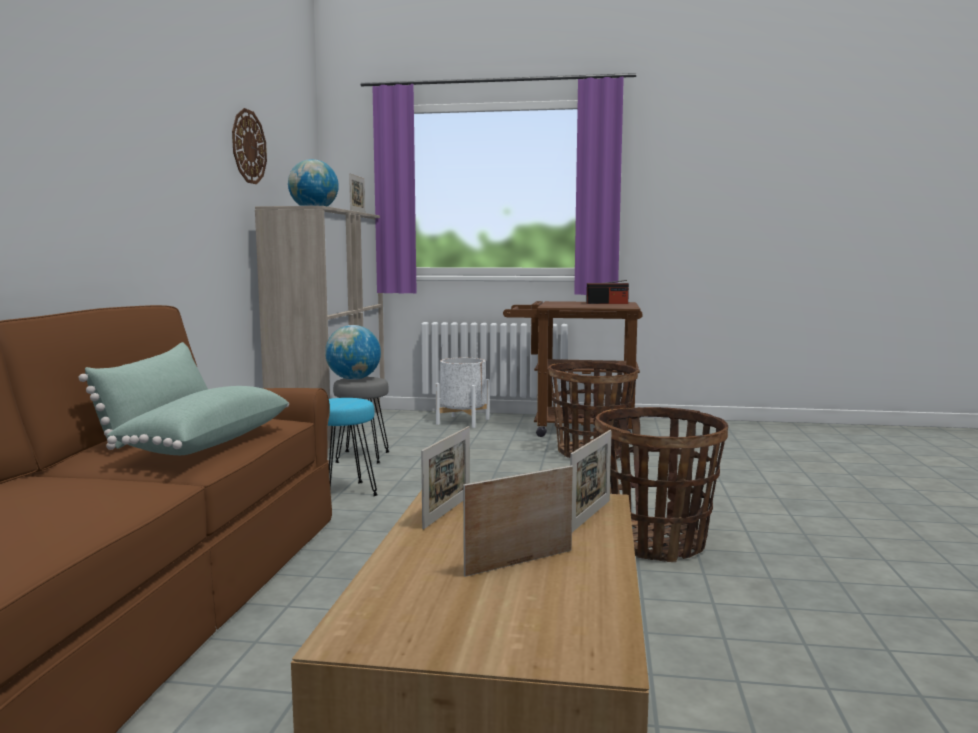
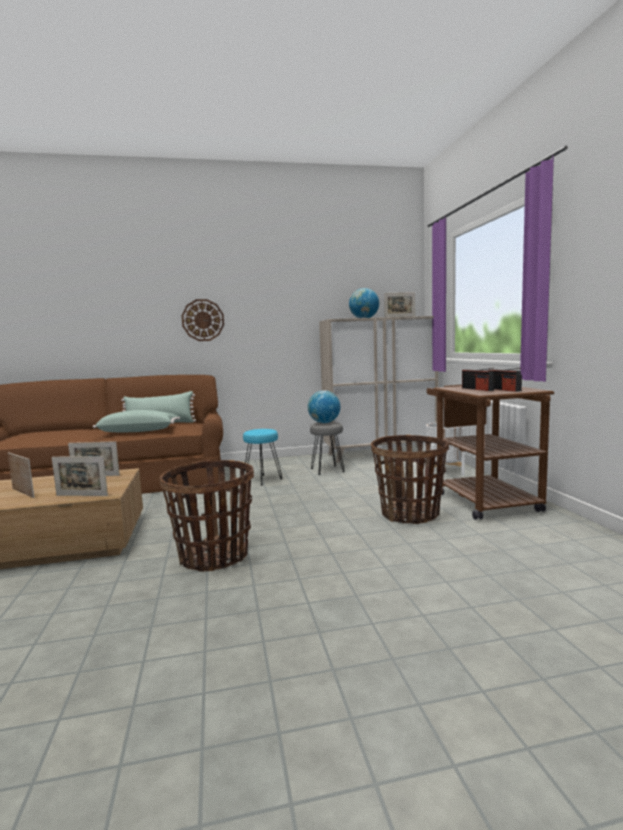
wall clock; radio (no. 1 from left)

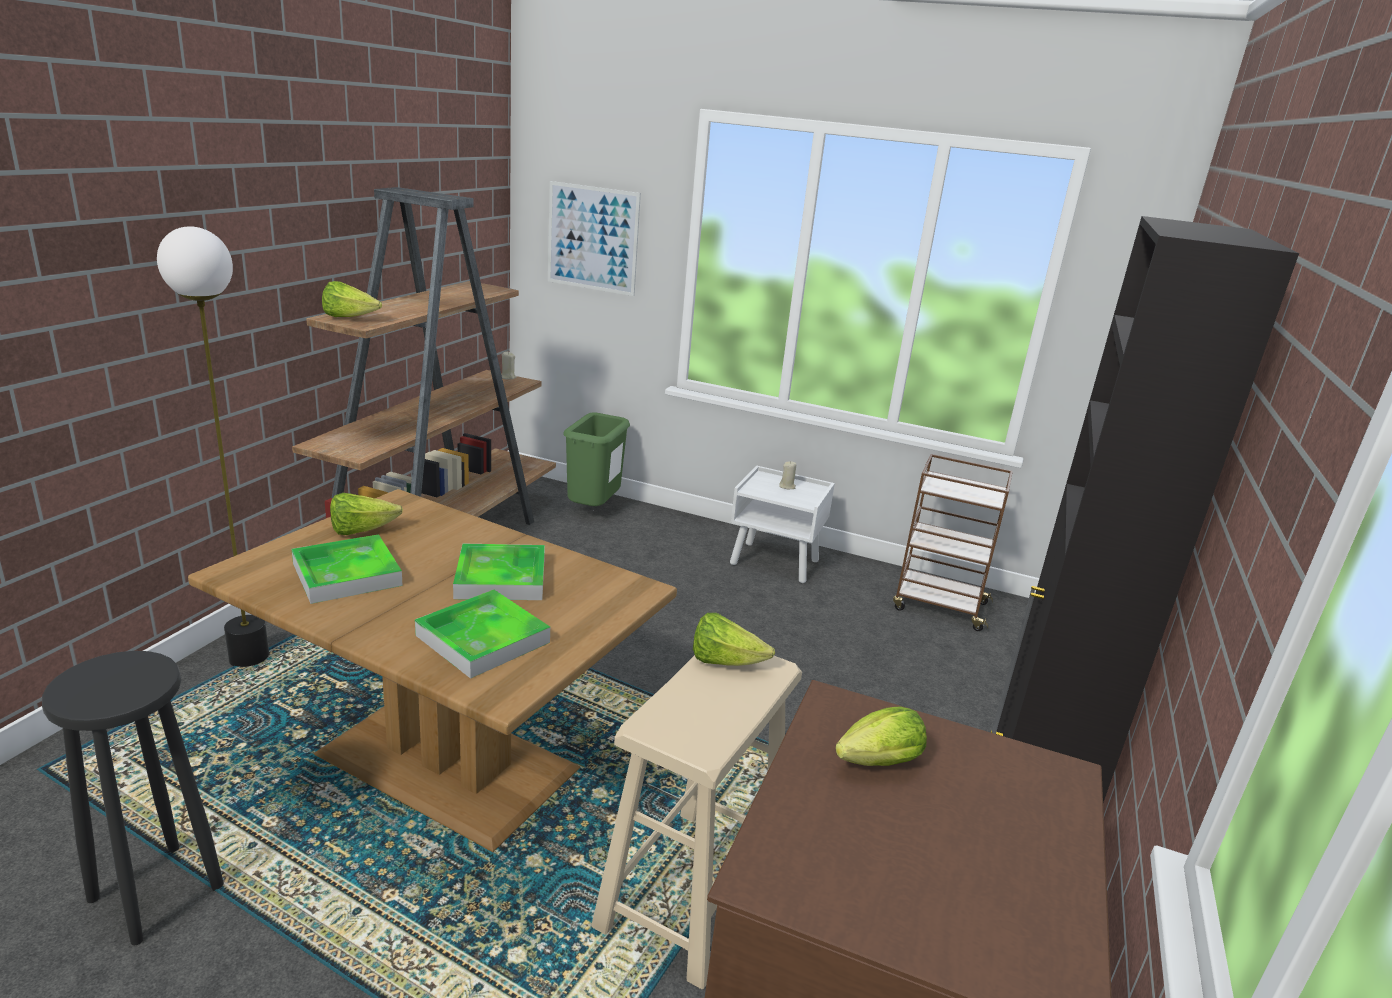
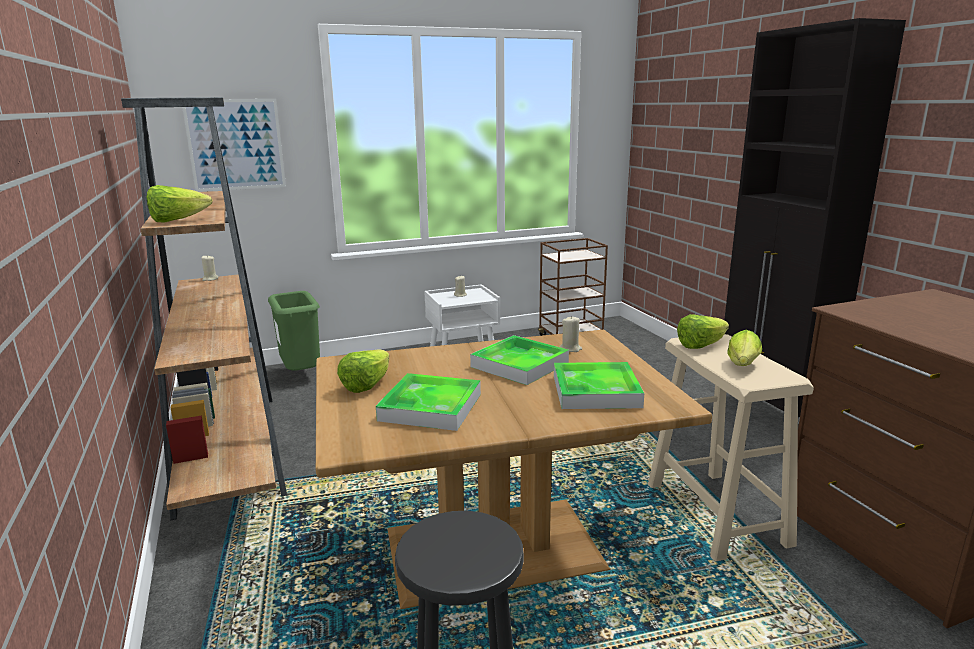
floor lamp; lettuce (no. 4 from left); beige candle (no. 3 from left)

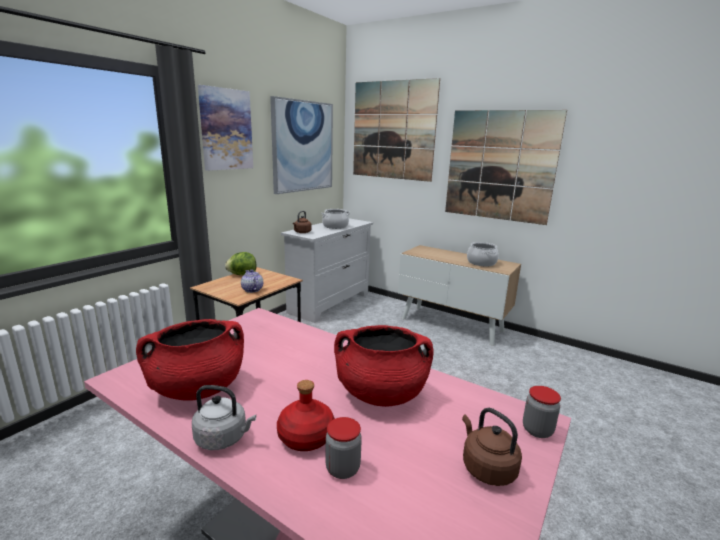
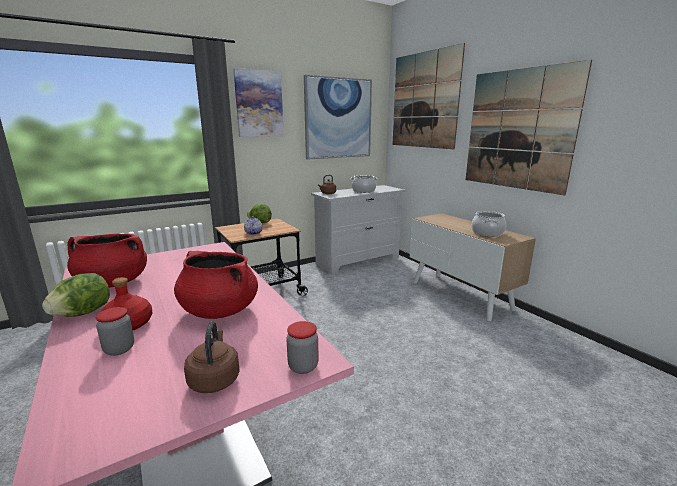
lettuce (no. 1 from left)

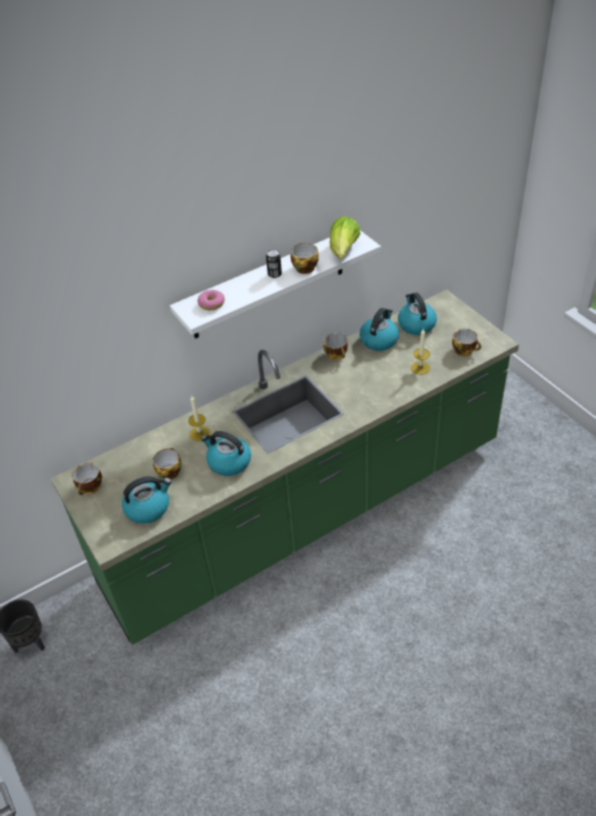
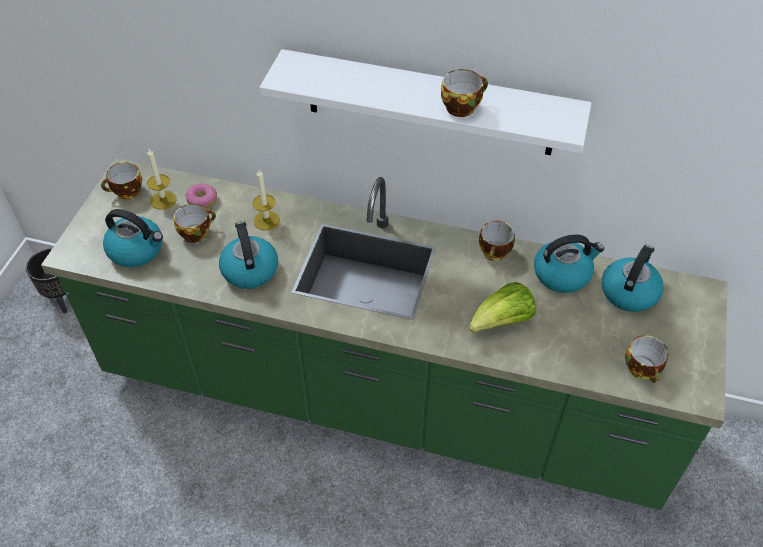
donut; can; lettuce; candle (no. 1 from left)

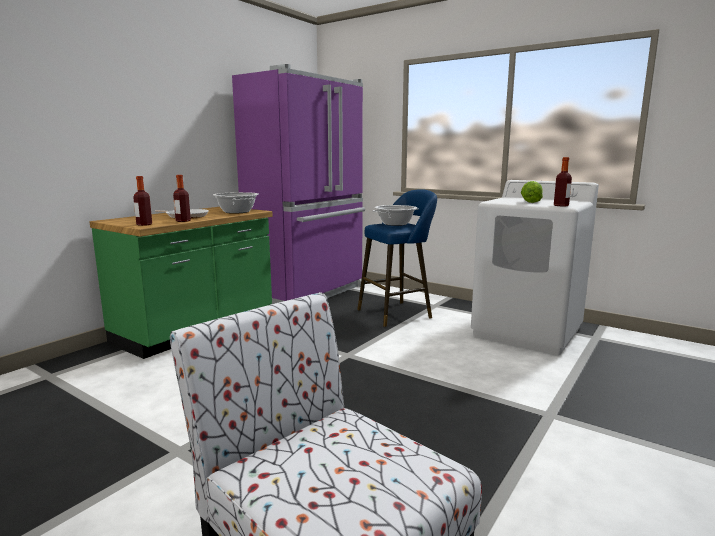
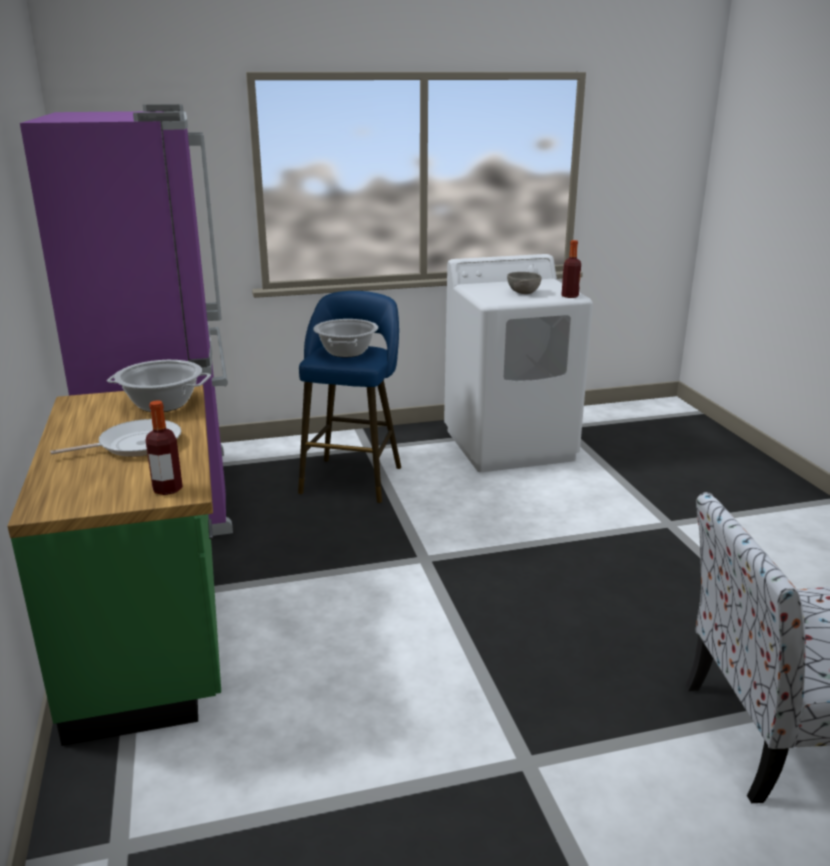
bottle (no. 2 from left in the first image); grey bowl

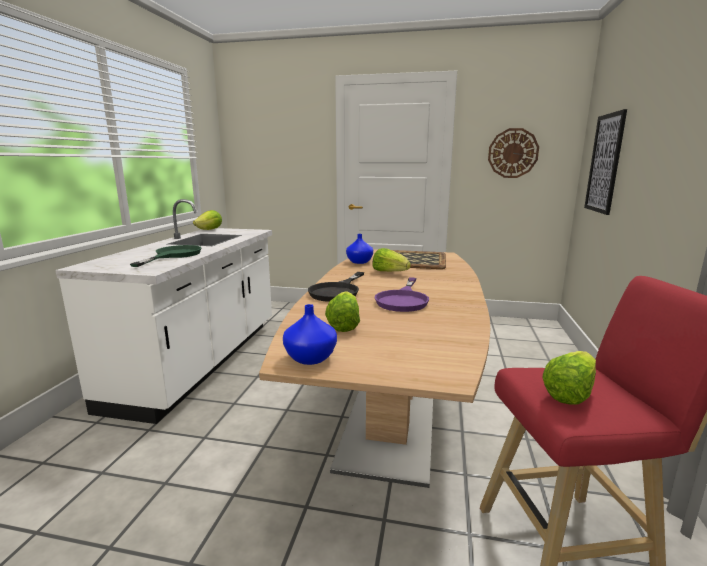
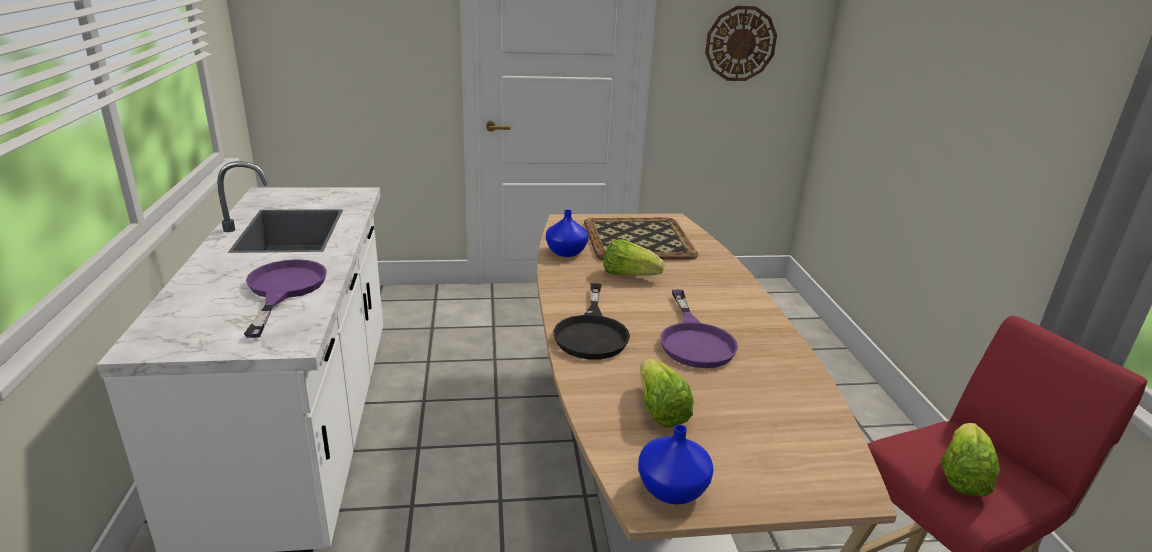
purple frying pan (no. 1 from left); lettuce (no. 1 from left in the first image); picture

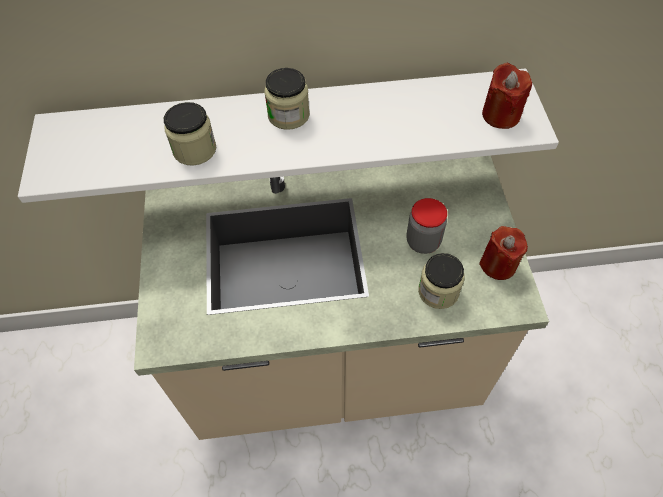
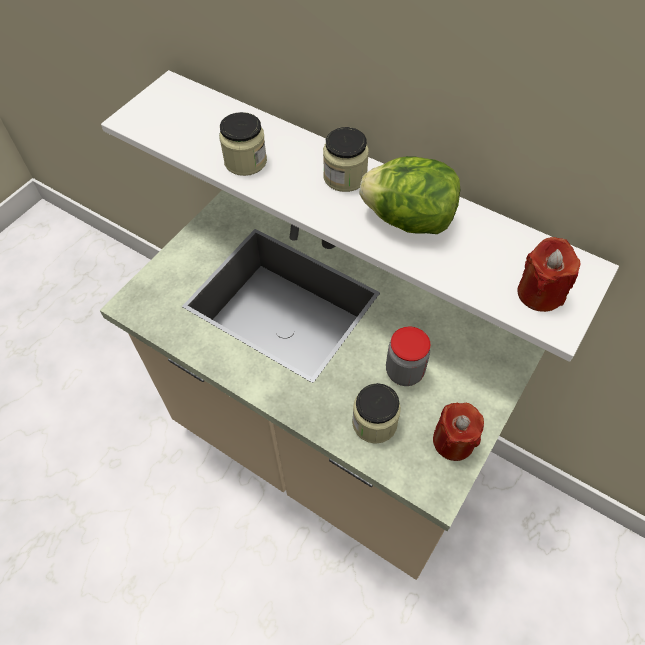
lettuce

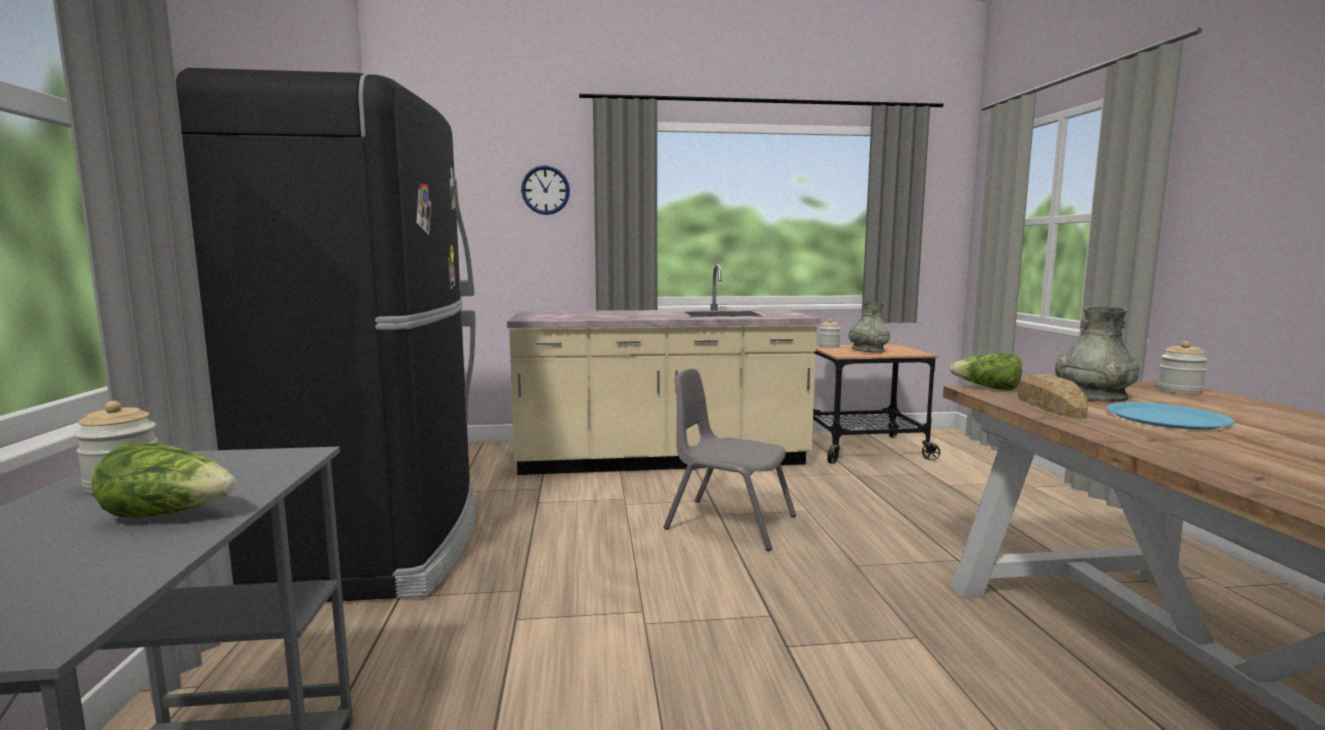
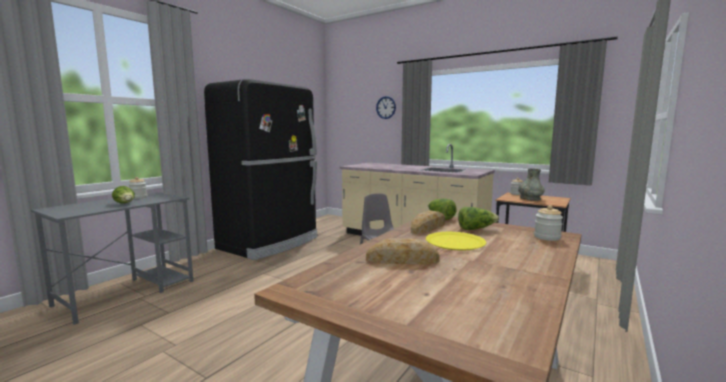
lettuce (no. 3 from left); yellow plate; bread (no. 1 from left)

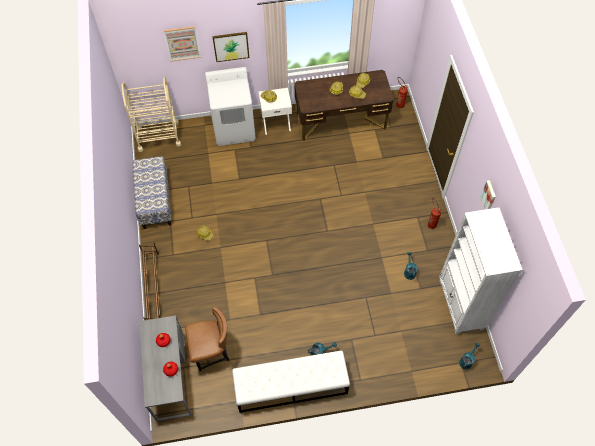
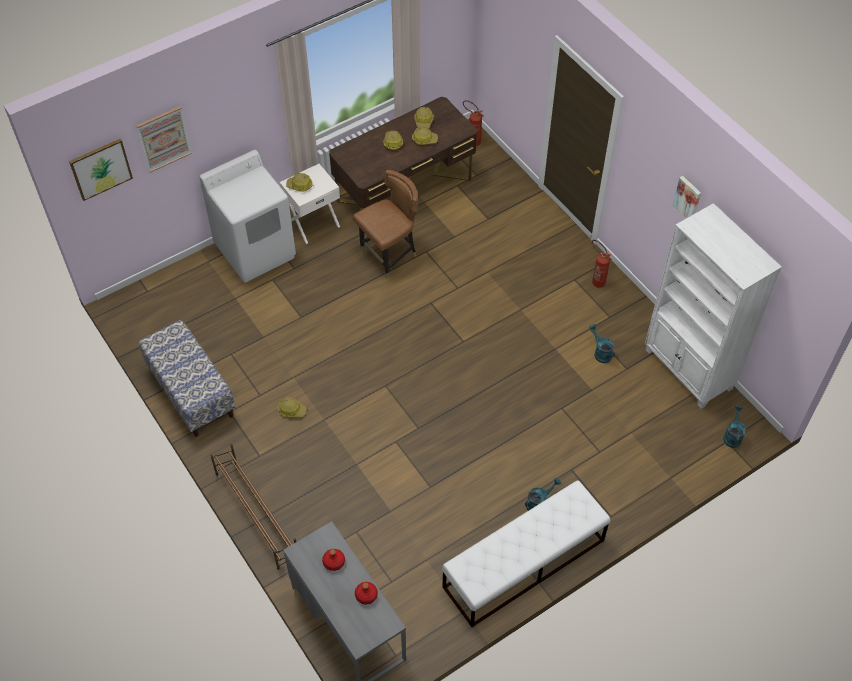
beige cart; brown chair; picture (no. 1 from left)

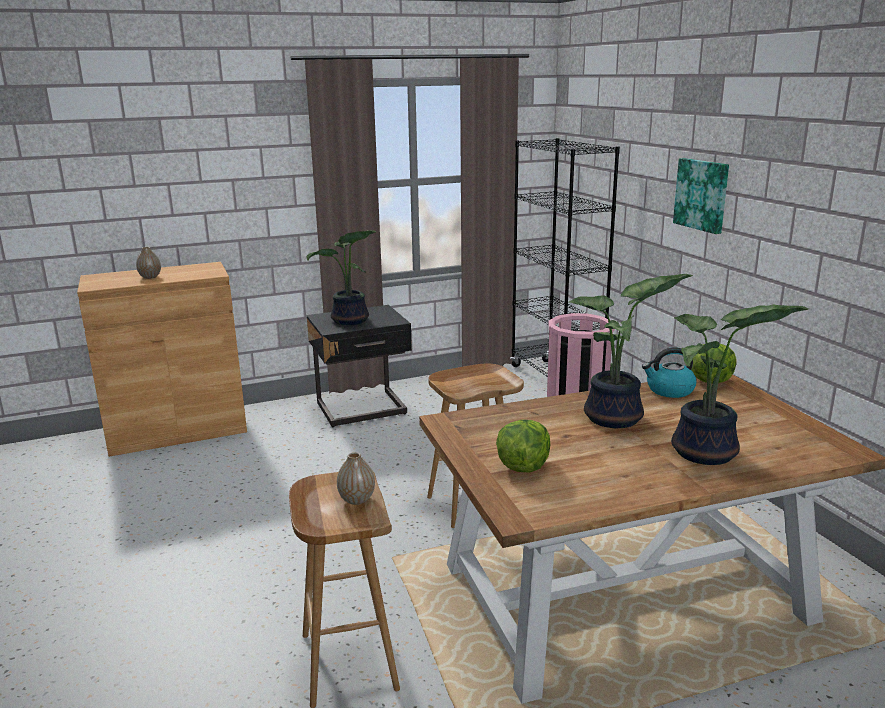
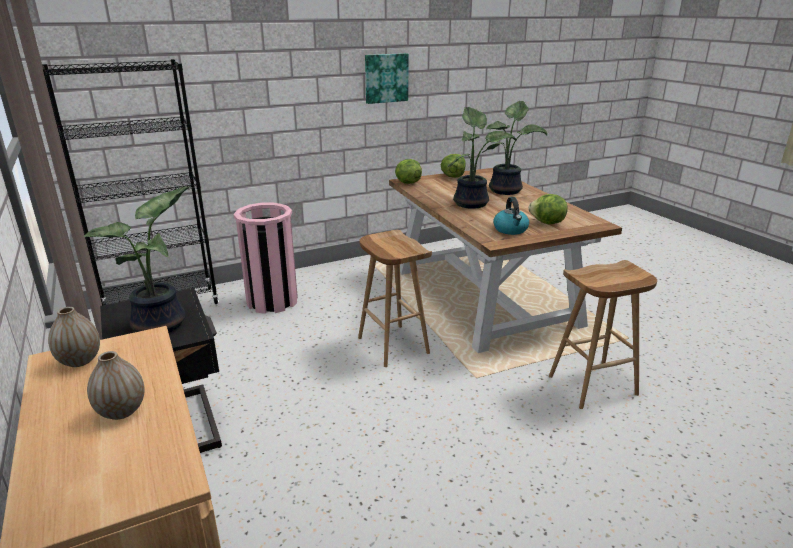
vase (no. 1 from left); kettle; picture; lettuce (no. 2 from left)

